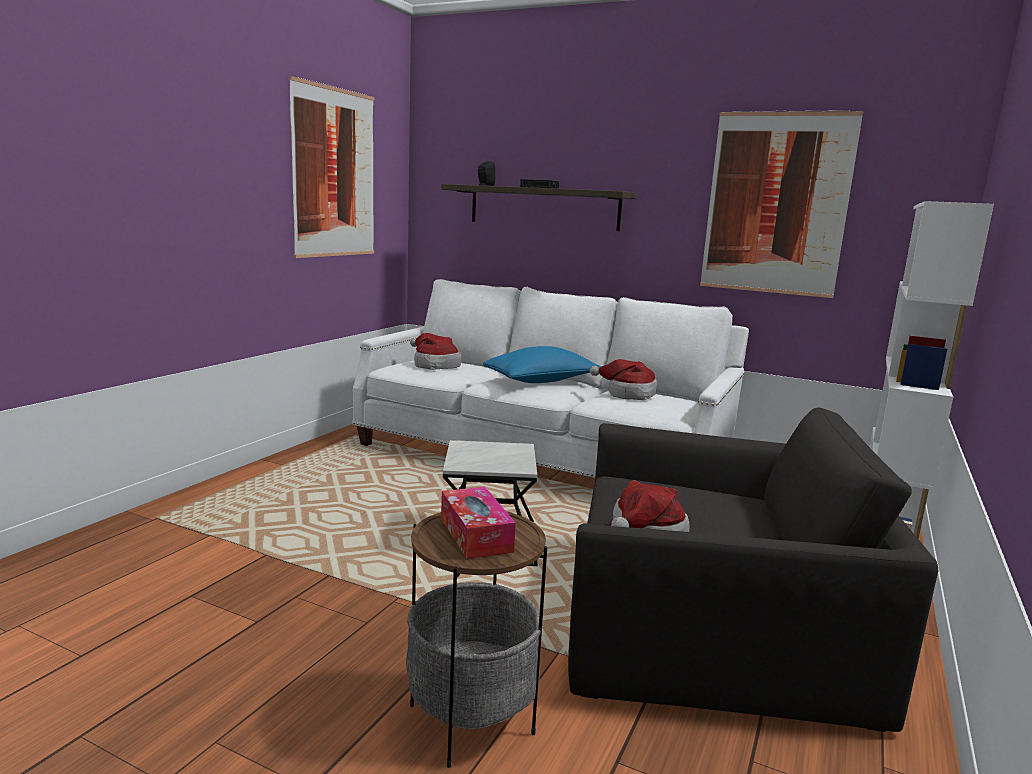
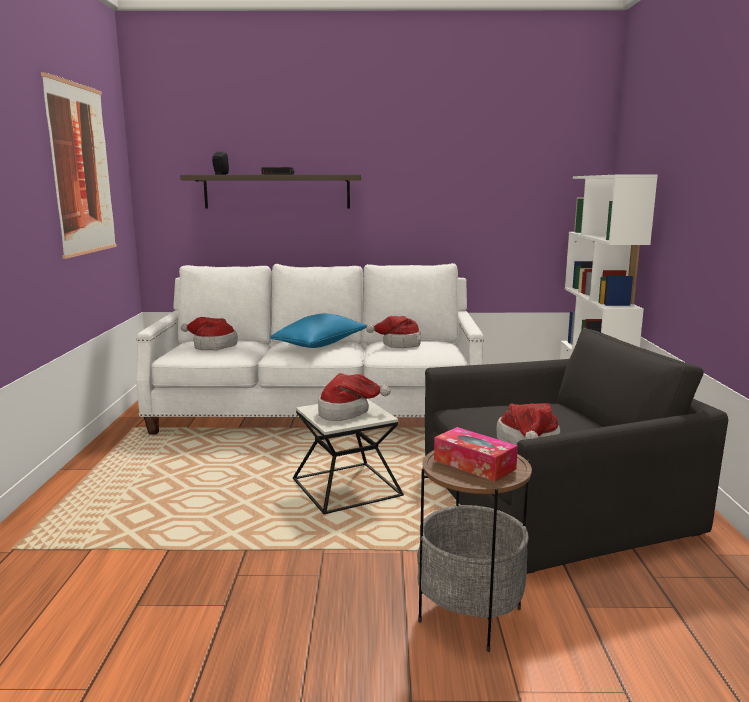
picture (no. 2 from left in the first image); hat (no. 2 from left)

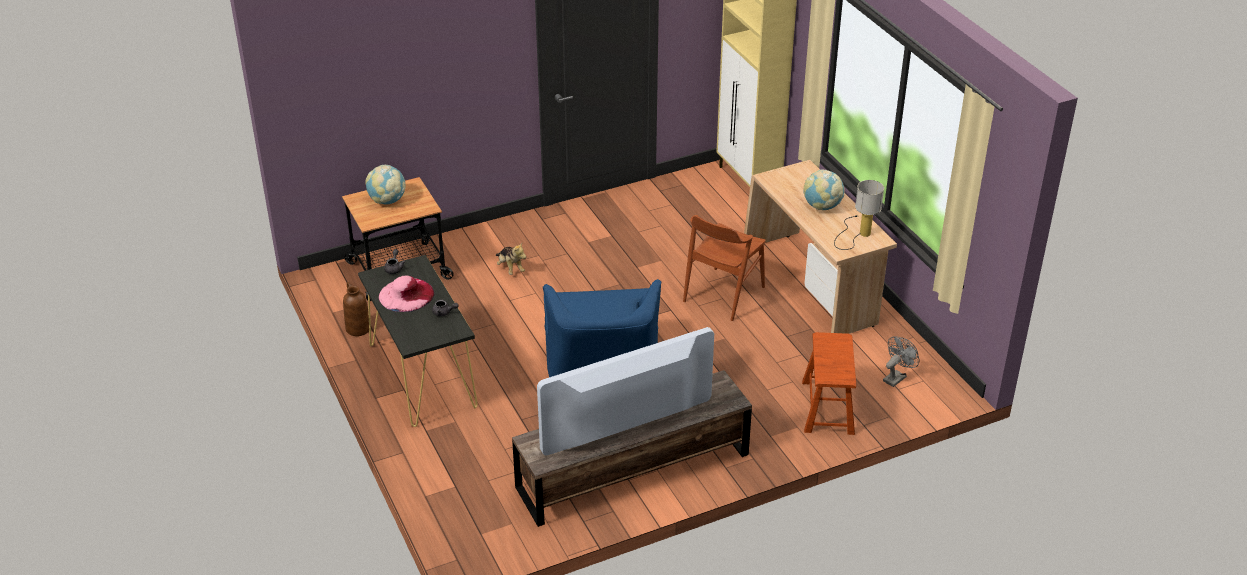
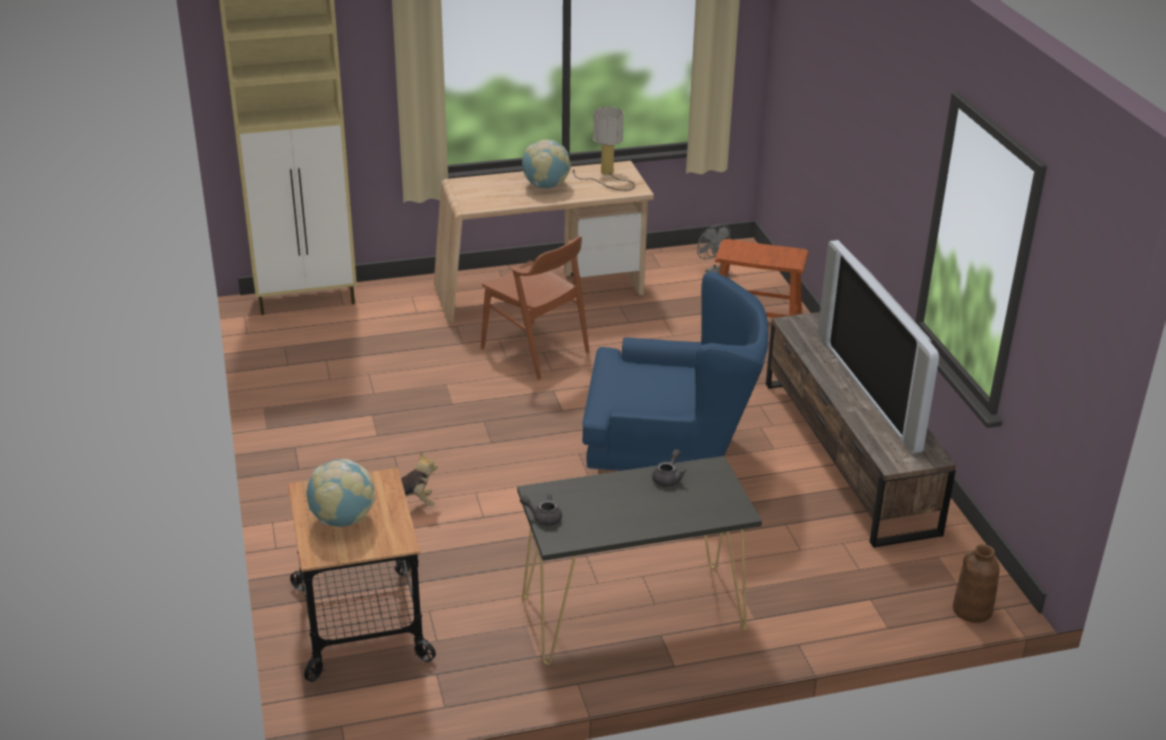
brown vase; pink hat

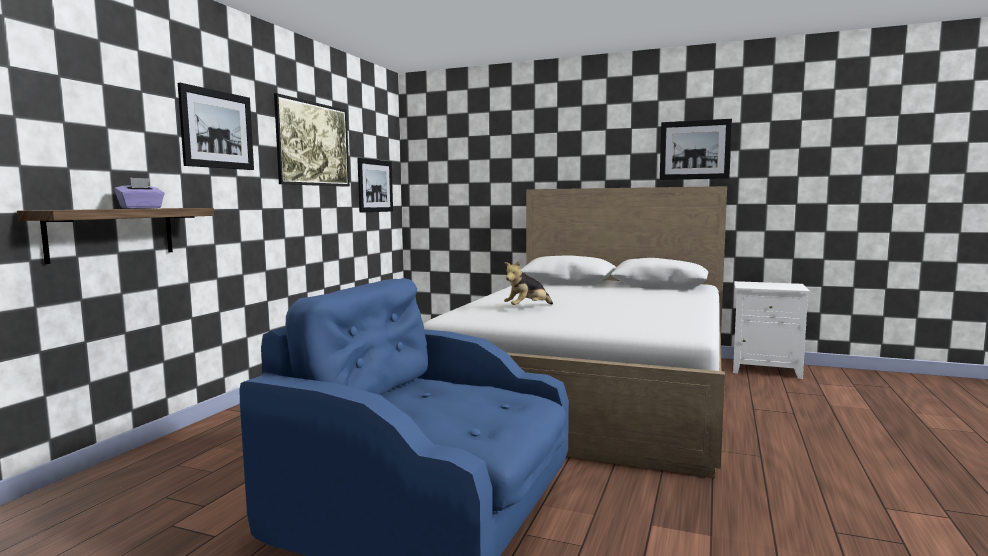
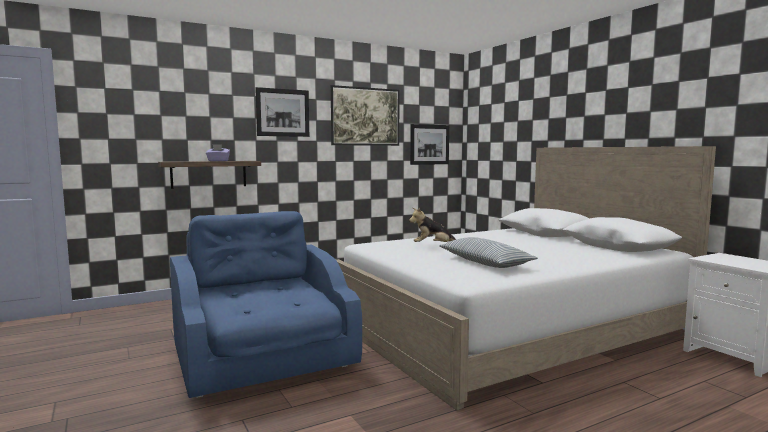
picture (no. 4 from left in the first image); pillow

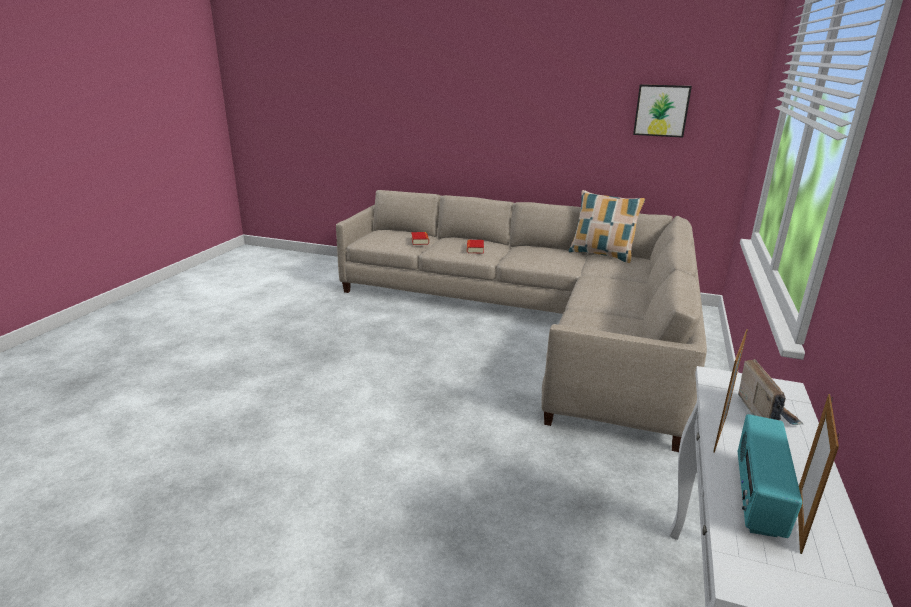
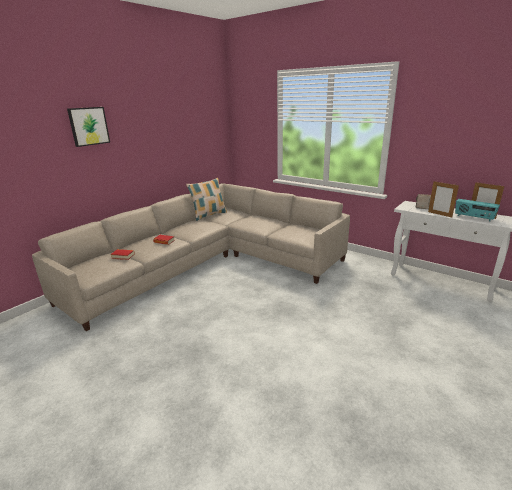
picture

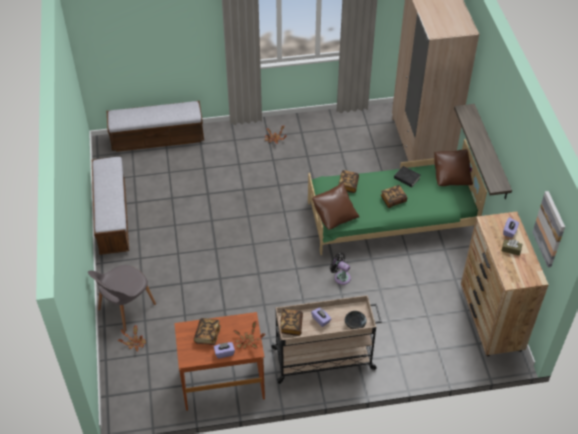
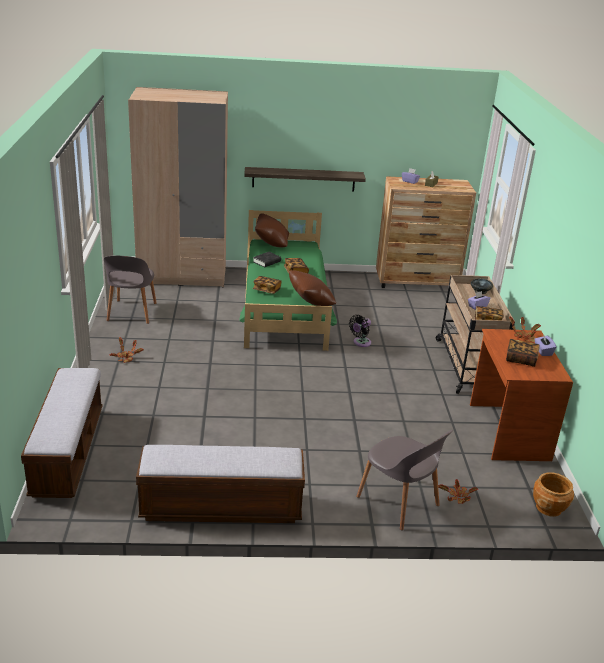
picture; grey chair (no. 1 from left); brown planter

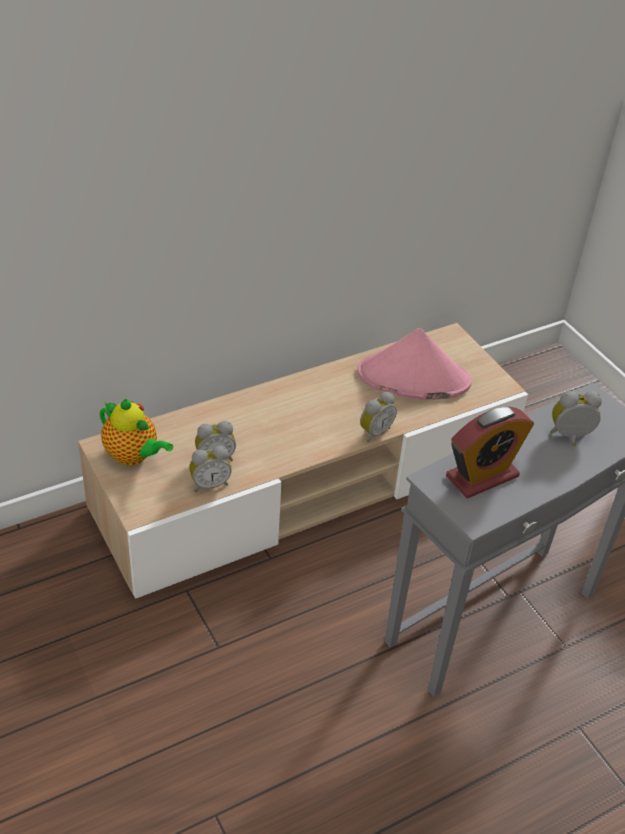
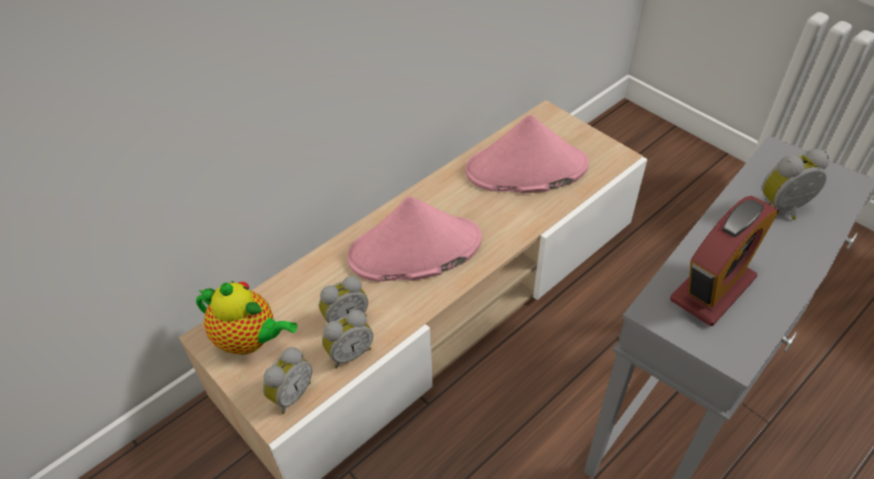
alarm clock (no. 1 from left); pink hat (no. 1 from left)

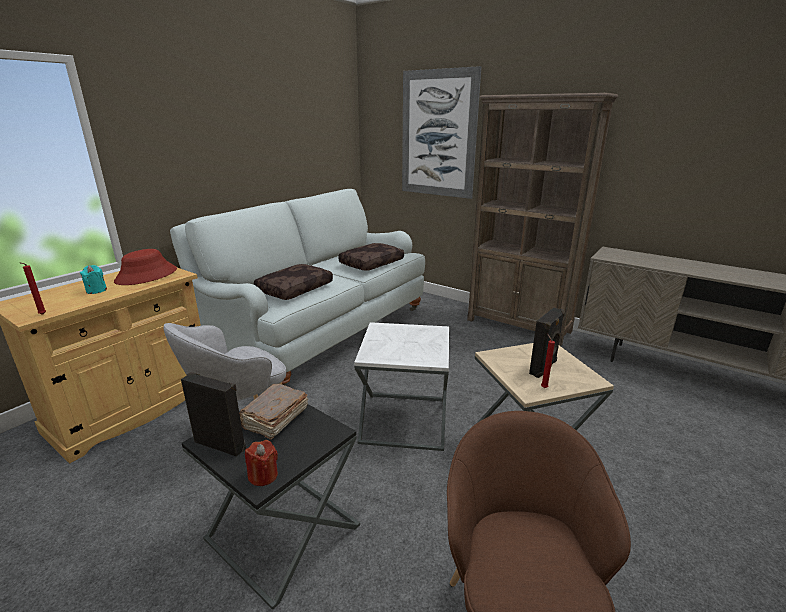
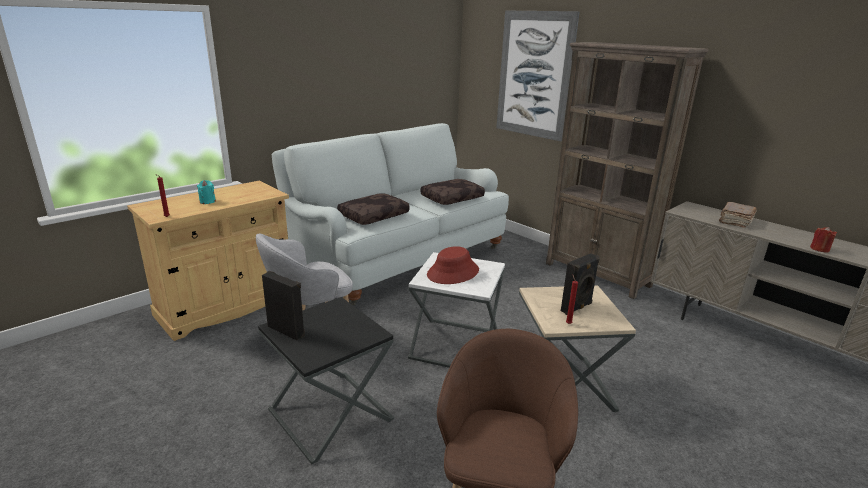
red hat; brown book; red candle (no. 3 from left)

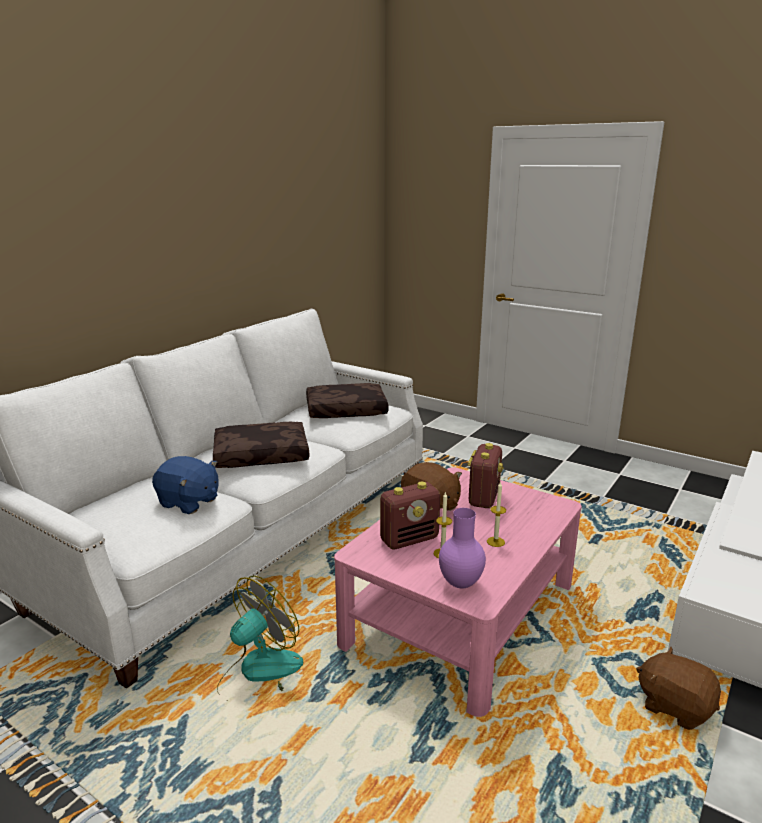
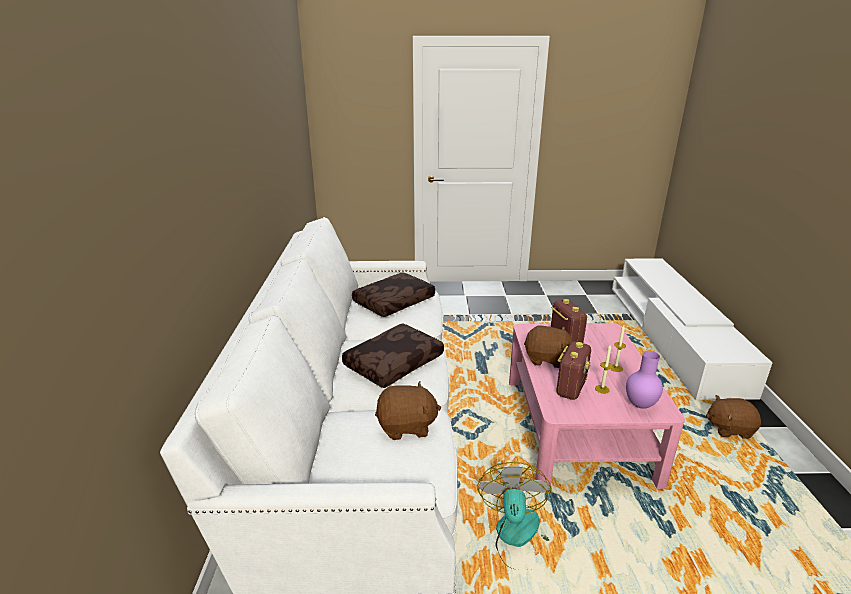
brown plush toy (no. 1 from left)

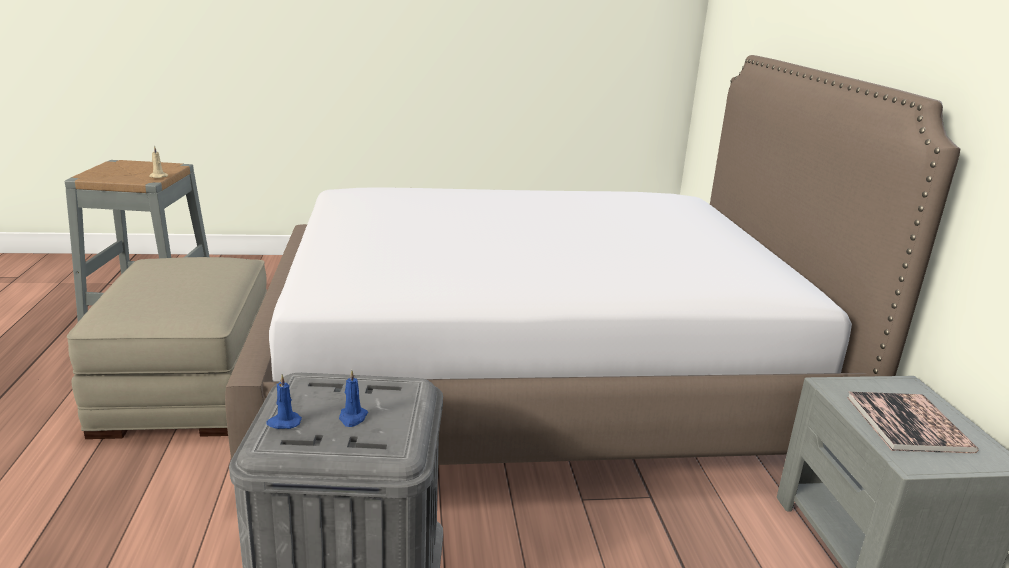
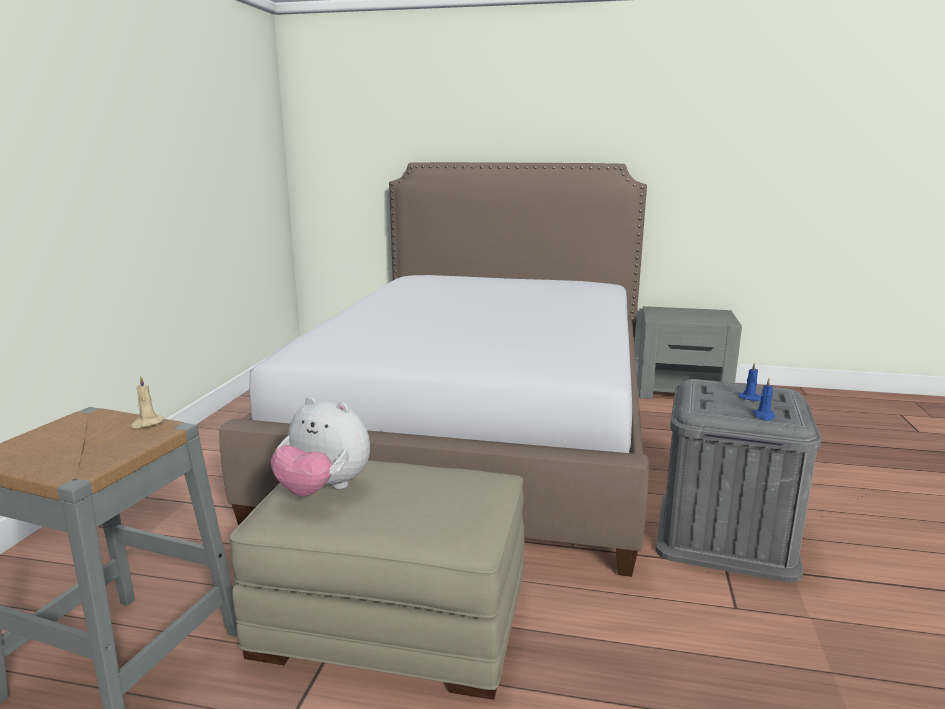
book; plush toy

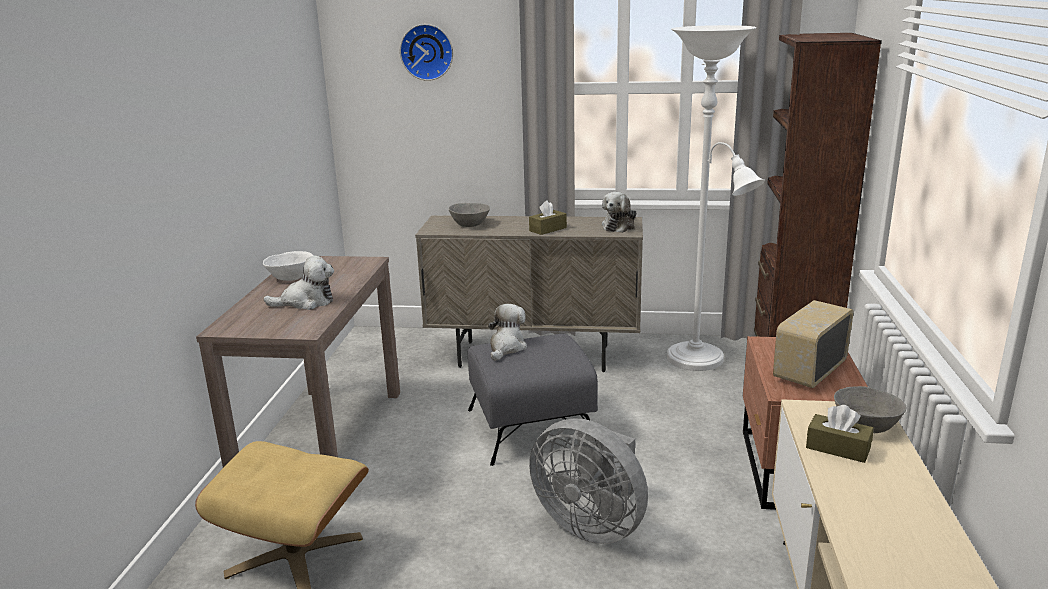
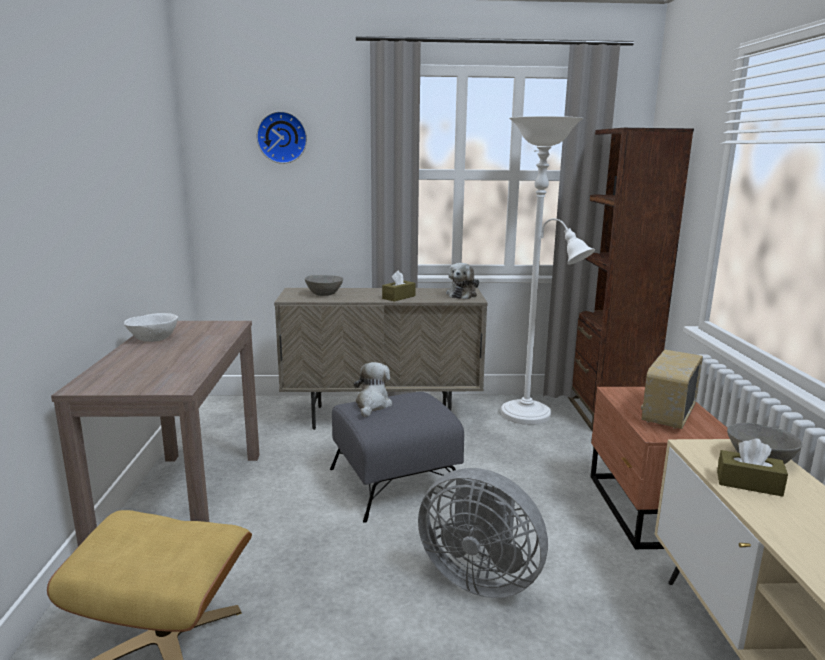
plush toy (no. 1 from left in the first image)

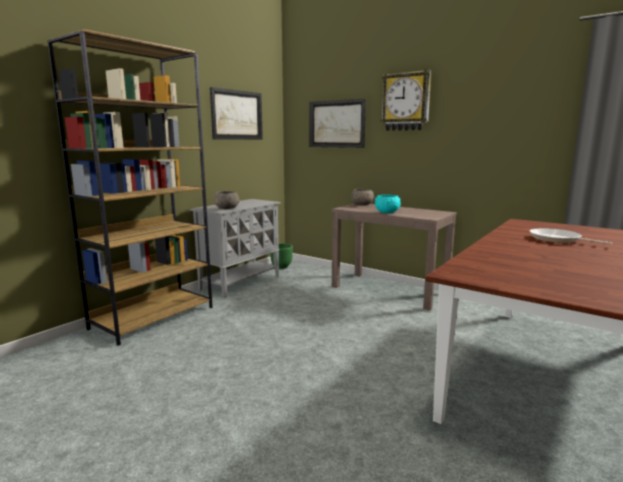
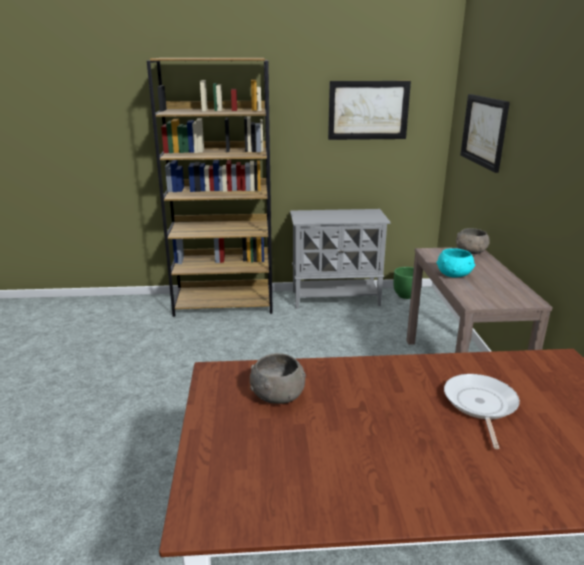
grey bowl (no. 1 from left); wall clock

